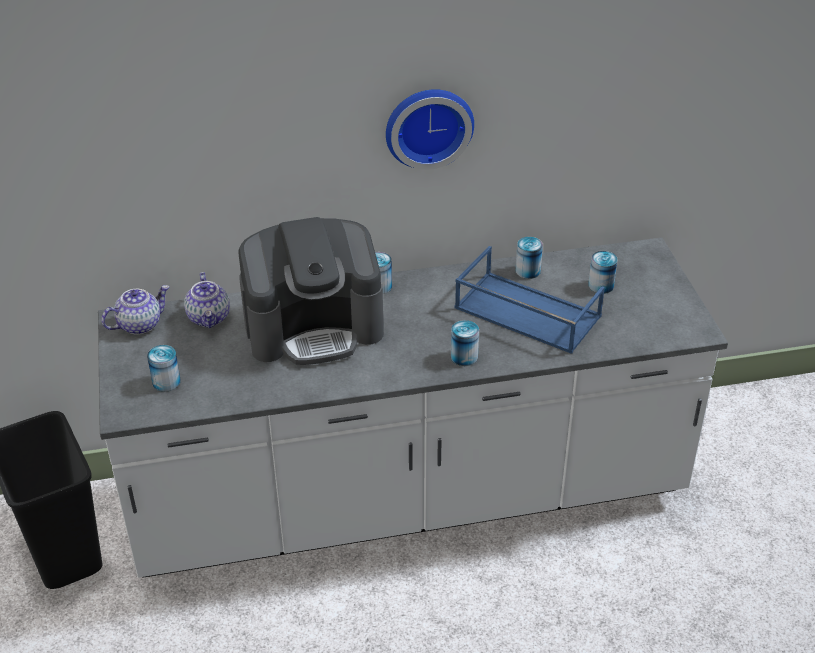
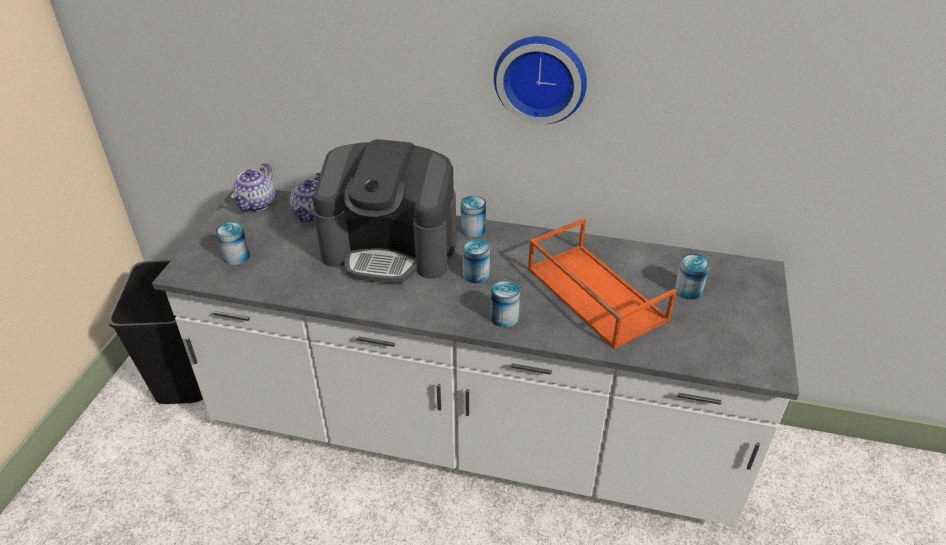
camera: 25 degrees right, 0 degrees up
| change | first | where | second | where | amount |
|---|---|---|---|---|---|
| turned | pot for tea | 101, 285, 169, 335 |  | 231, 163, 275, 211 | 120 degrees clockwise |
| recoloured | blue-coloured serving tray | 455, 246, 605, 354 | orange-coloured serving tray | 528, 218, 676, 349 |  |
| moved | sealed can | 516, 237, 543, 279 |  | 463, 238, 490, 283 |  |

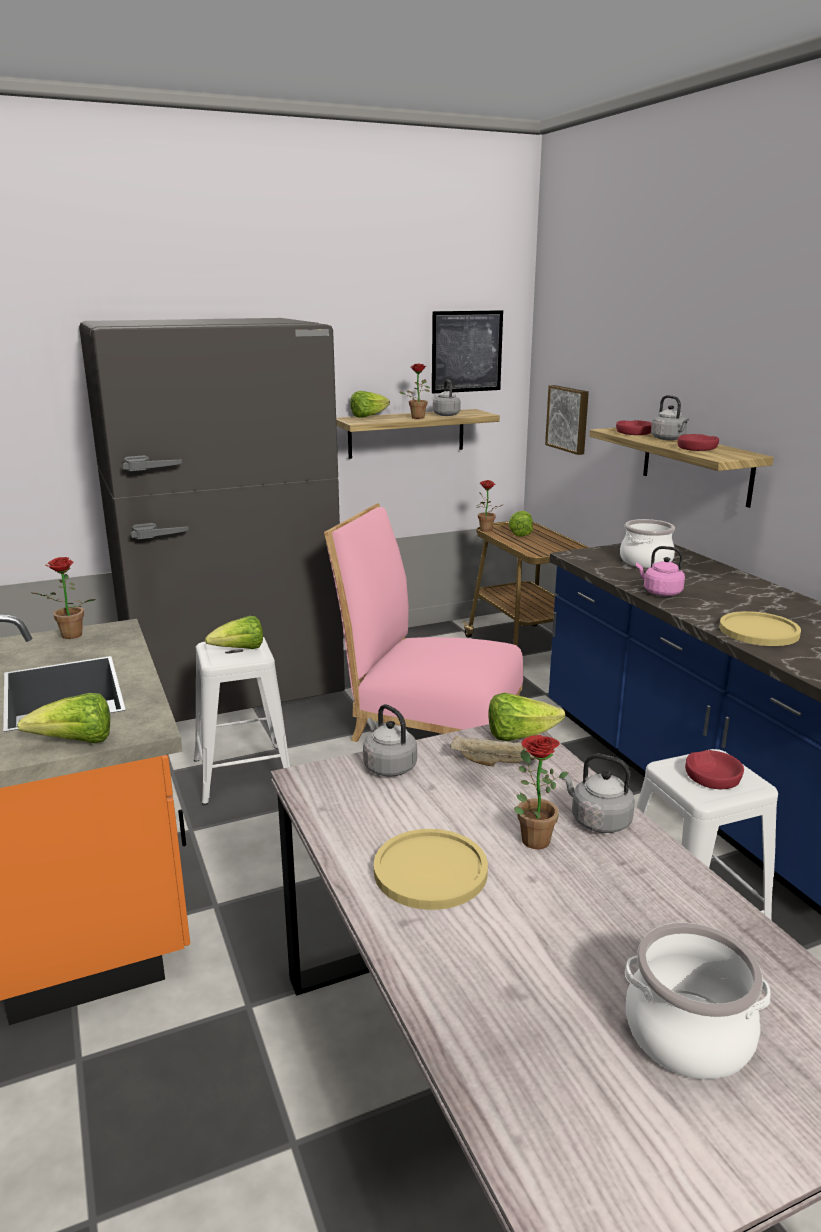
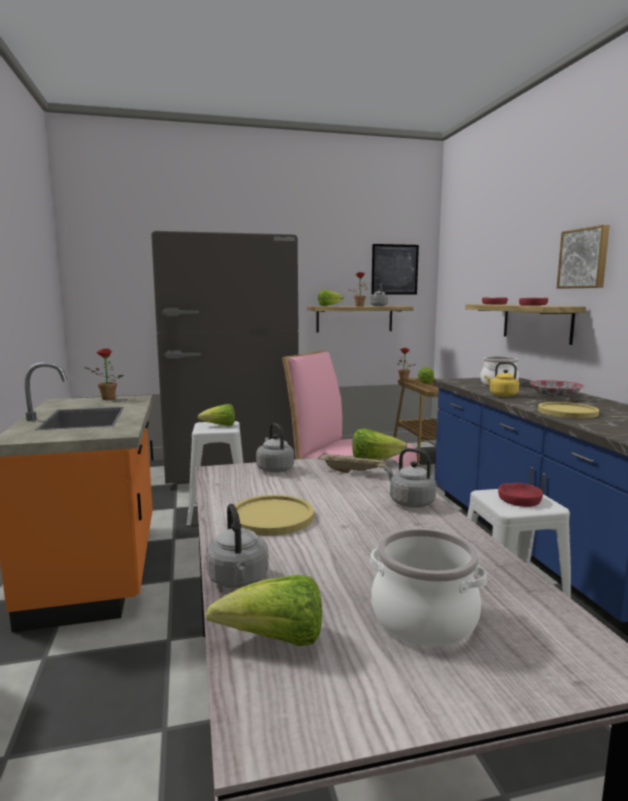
camera: 10 degrees right, 10 degrees down
| change | first | where | second | where | amount |
|---|---|---|---|---|---|
| moved | lettuce head | 17, 693, 110, 743 |  | 206, 575, 322, 646 |  |
| removed | plant in a pot | 514, 735, 568, 849 |  |  |  |
| moved | picture | 545, 385, 589, 455 |  | 557, 225, 610, 289 |  |
| recoloured | pink water kettle | 636, 546, 685, 596 | yellowish water kettle | 485, 362, 519, 397 |  |
| moved | gray water kettle | 651, 395, 689, 440 |  | 206, 504, 269, 588 |  |
| added |  |  | serving bowl | 529, 380, 584, 398 |  |

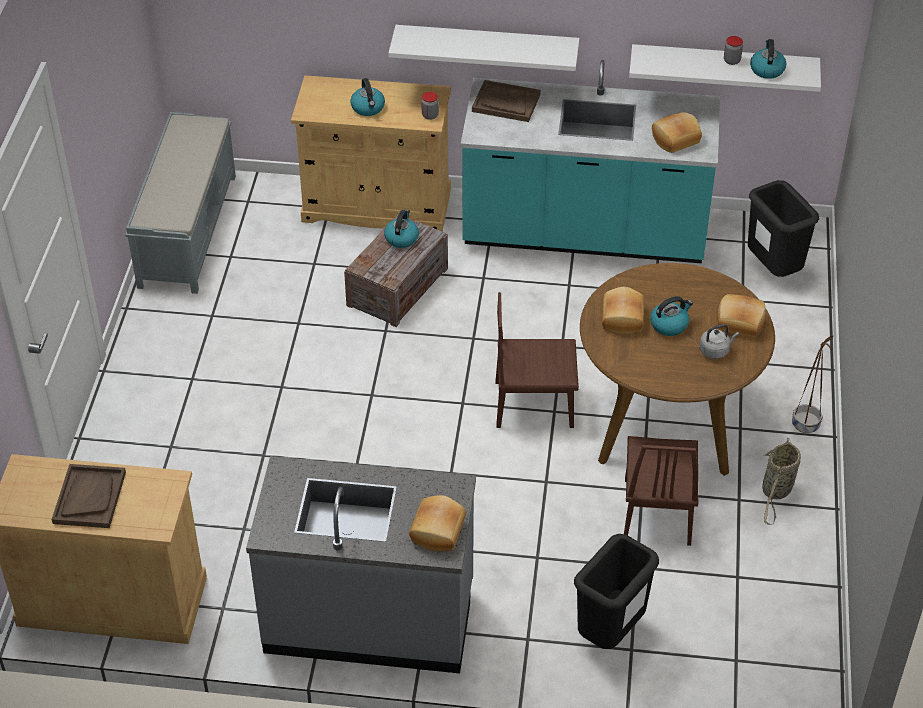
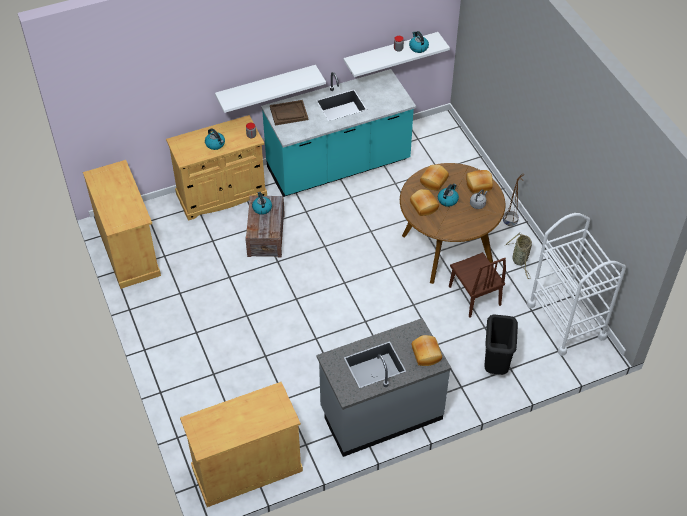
camera: 30 degrees left, 5 degrees up
| change | first | where | second | where | amount |
|---|---|---|---|---|---|
| removed | brown serving tray | 51, 464, 126, 528 |  |  |  |
| replaced | gray long seat | 125, 112, 236, 294 | sand-coloured cabinet | 83, 160, 161, 289 |  |
| removed | brown upright chair | 496, 292, 579, 428 |  |  |  |
| moved | bakery bread | 652, 112, 702, 153 |  | 420, 165, 449, 191 |  |
| removed | black-coloured rubbish bin | 748, 180, 819, 277 |  |  |  |
| added |  |  | whitish wheeled cart | 527, 213, 626, 356 |  |

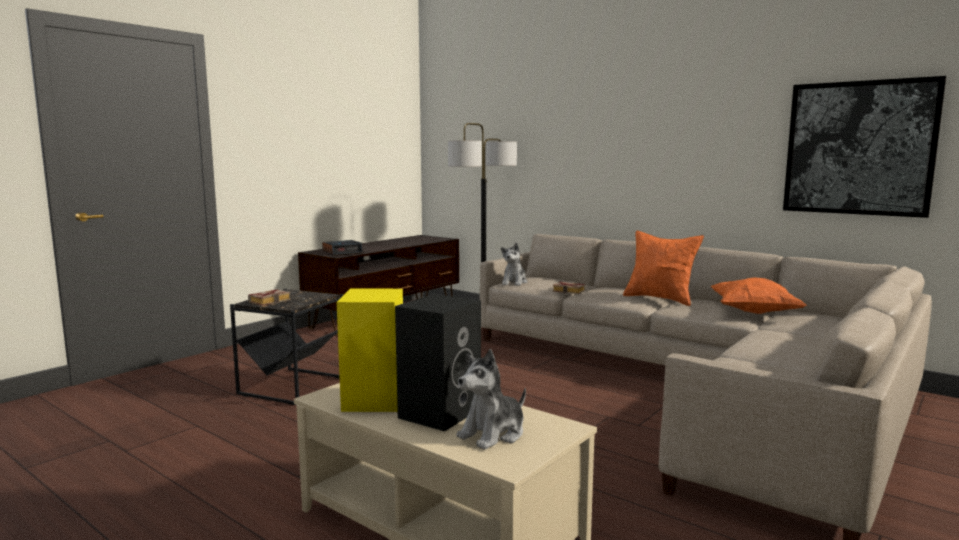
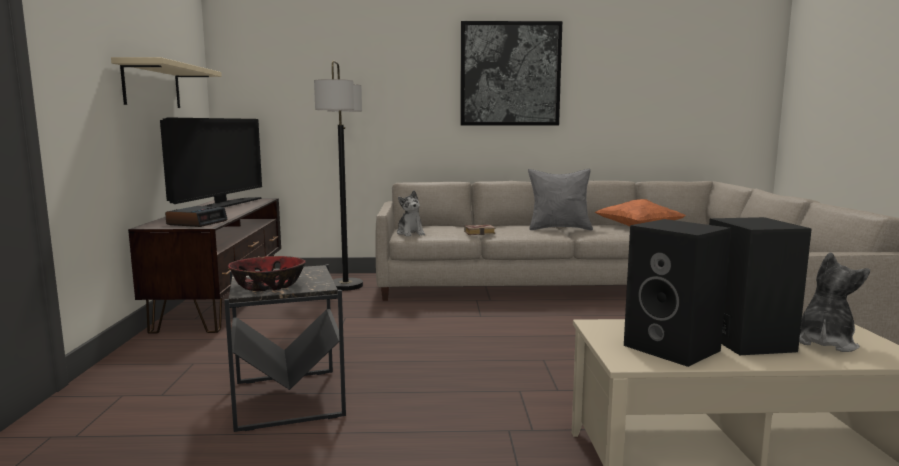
camera: 40 degrees left, 0 degrees up
| change | first | where | second | where | amount |
|---|---|---|---|---|---|
| replaced | volume | 248, 289, 291, 306 | serving bowl | 228, 256, 306, 292 |  |
| recoloured | yellowish speaker | 337, 289, 403, 412 | black-coloured speaker | 624, 219, 731, 367 |  |
| turned | soft toy | 456, 349, 526, 450 |  | 799, 252, 870, 352 | 150 degrees counterclockwise |
| recoloured | orange-coloured cushion | 623, 231, 704, 306 | gray cushion | 528, 168, 593, 231 |  |
| moved | picture | 783, 76, 946, 218 |  | 460, 21, 562, 125 |  |
| added |  |  | sand-coloured wall shelf | 111, 57, 222, 108 |  |
| added |  |  | television | 160, 117, 262, 207 |  |

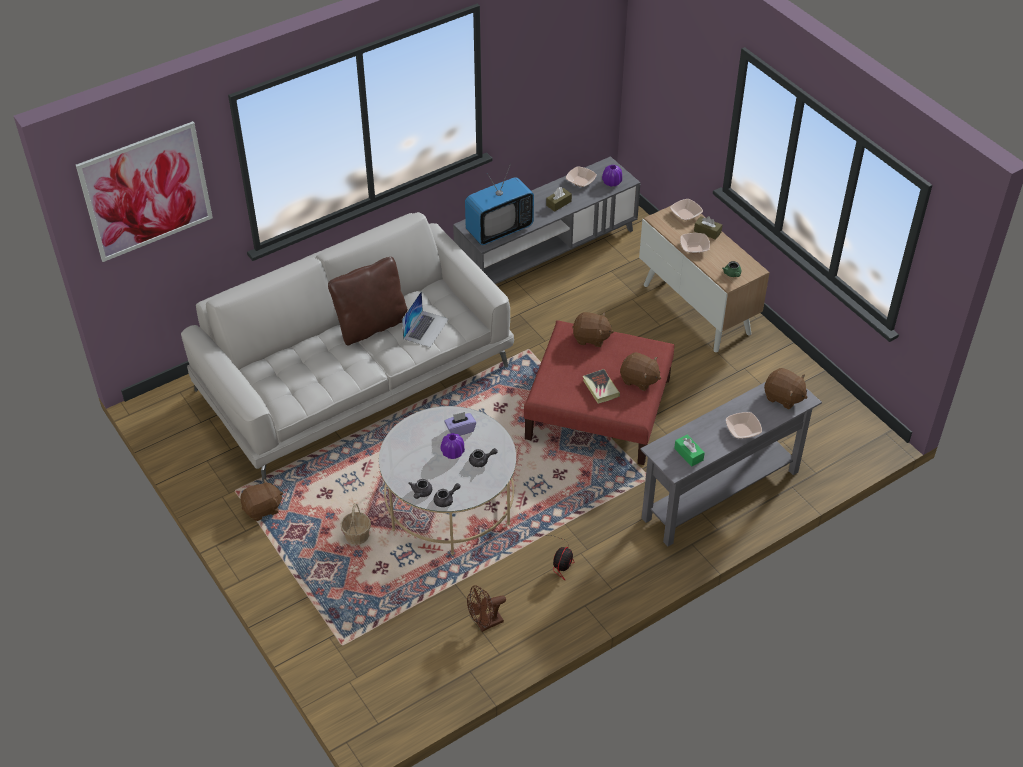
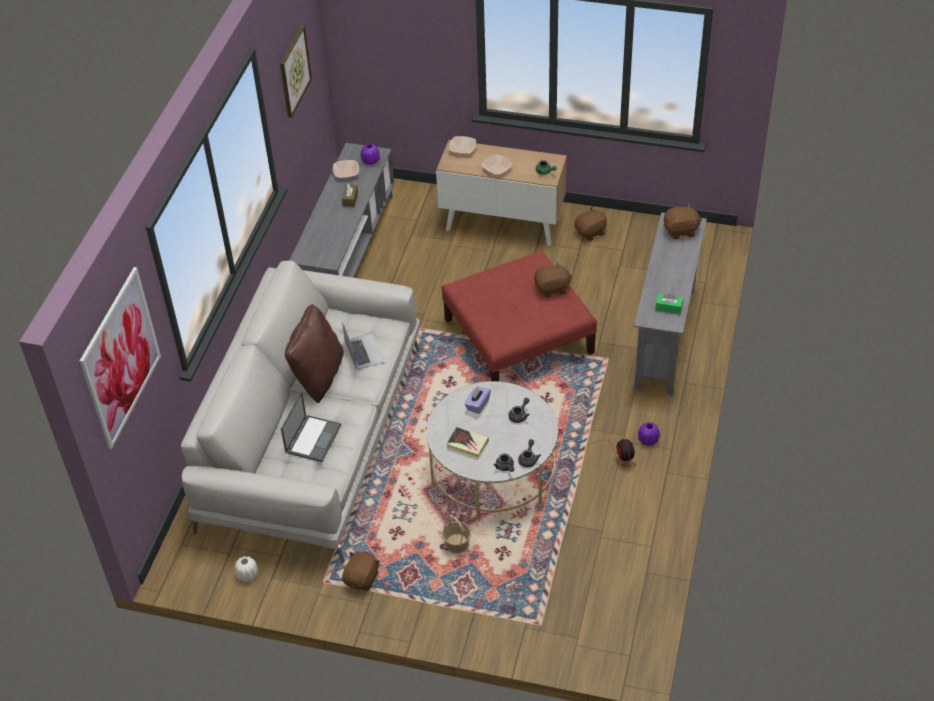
camera: 40 degrees left, 0 degrees up
| change | first | where | second | where | amount |
|---|---|---|---|---|---|
| moved | purplish flower vase | 440, 433, 465, 459 |  | 638, 422, 660, 446 |  |
| removed | television | 465, 163, 534, 245 |  |  |  |
| removed | brown electric fan | 467, 585, 506, 632 |  |  |  |
| moved | brown soft toy | 572, 312, 614, 347 |  | 574, 207, 607, 241 |  |
| moved | volume | 583, 369, 620, 404 |  | 446, 427, 489, 458 |  |
| removed | brown box of tissues | 694, 216, 722, 240 |  |  |  |
| removed | serving bowl | 726, 412, 762, 439 |  |  |  |
| added |  |  | whitish flower vase | 235, 556, 258, 582 |  |
| added |  |  | picture | 280, 25, 312, 118 |  |
| added |  |  | portable computer | 281, 392, 341, 462 |  |

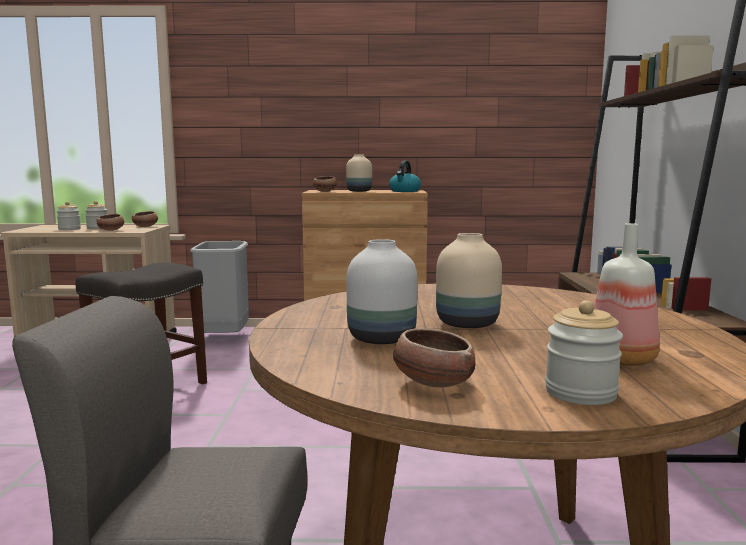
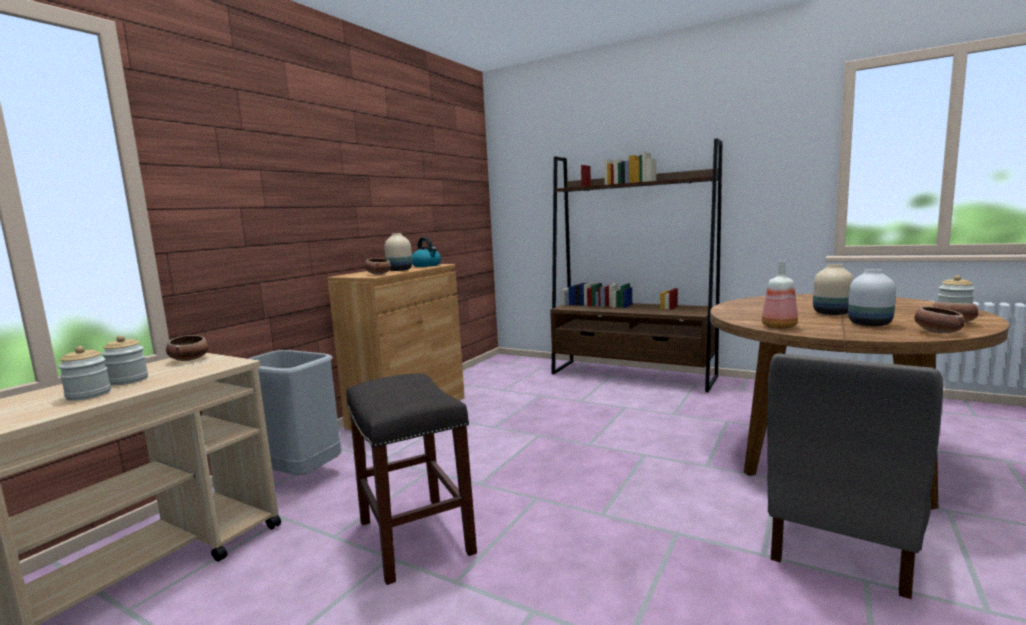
camera: 60 degrees left, 0 degrees up
| change | first | where | second | where | amount |
|---|---|---|---|---|---|
| moved | serving bowl | 96, 214, 124, 231 |  | 914, 307, 964, 334 |  |
| moved | drink bottle | 594, 223, 660, 366 |  | 762, 261, 798, 329 |  |

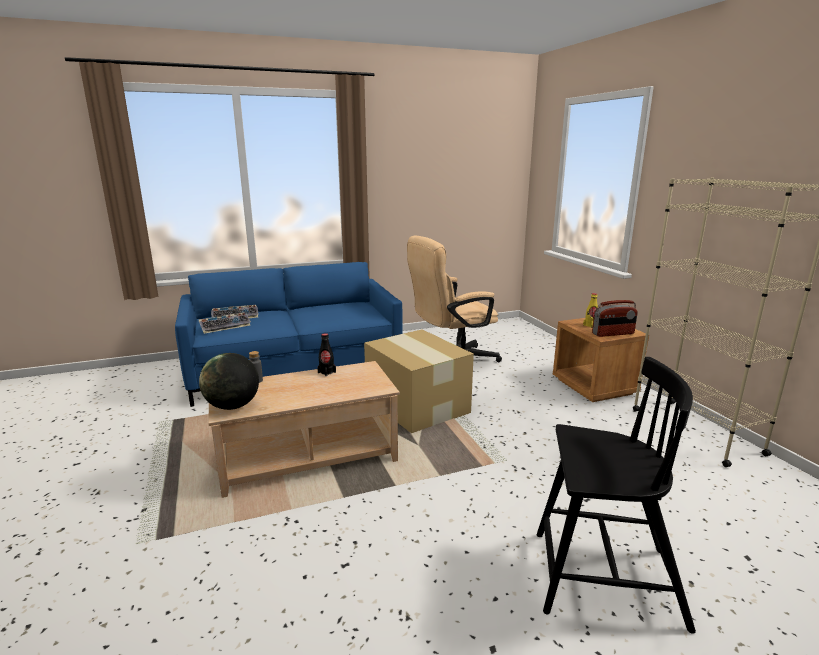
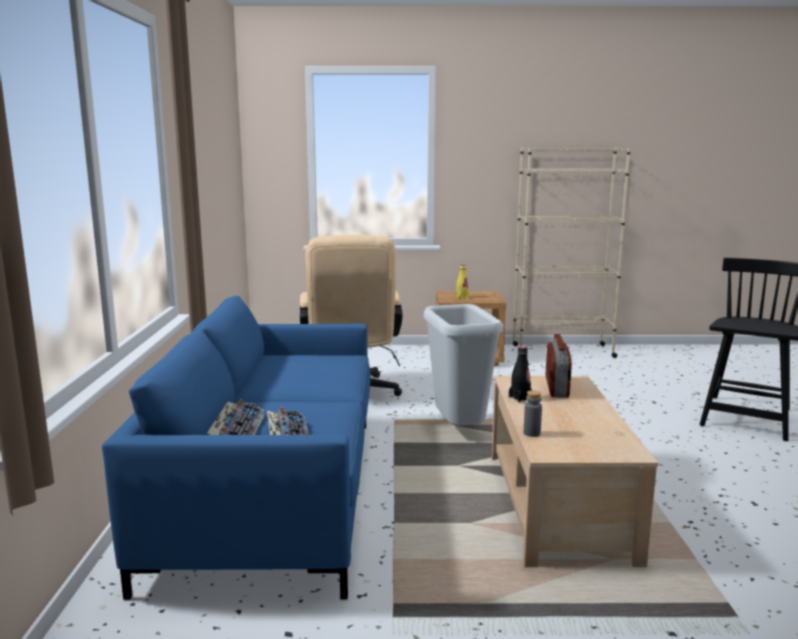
camera: 70 degrees left, 5 degrees down
| change | first | where | second | where | amount |
|---|---|---|---|---|---|
| removed | desk globe | 199, 353, 259, 410 |  |  |  |
| replaced | cardboard box | 364, 329, 474, 433 | gray rubbish bin | 424, 304, 503, 425 |  |
| moved | radio receiver | 592, 300, 638, 337 |  | 546, 334, 572, 398 |  |

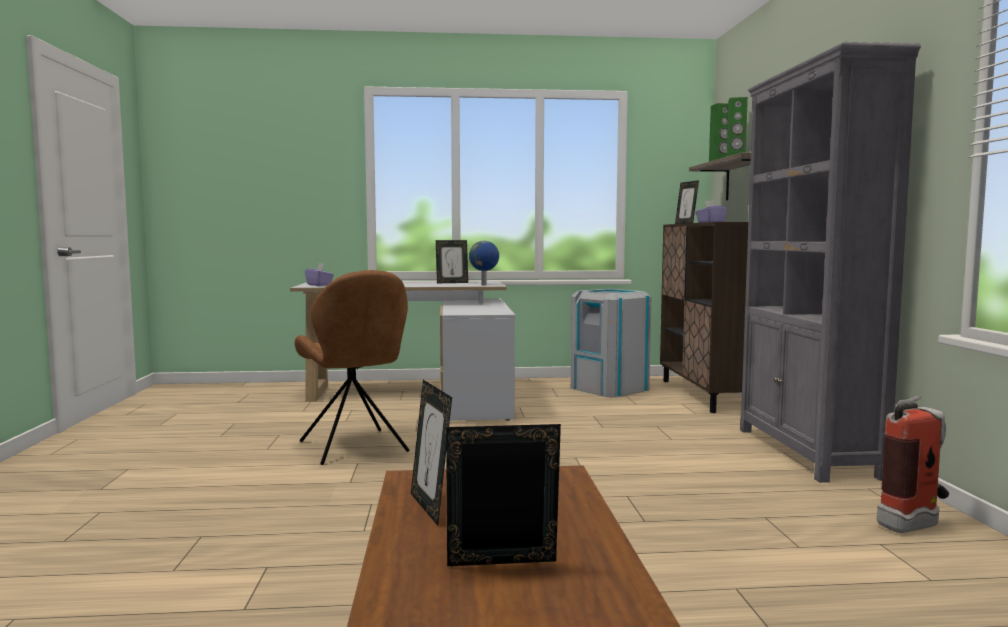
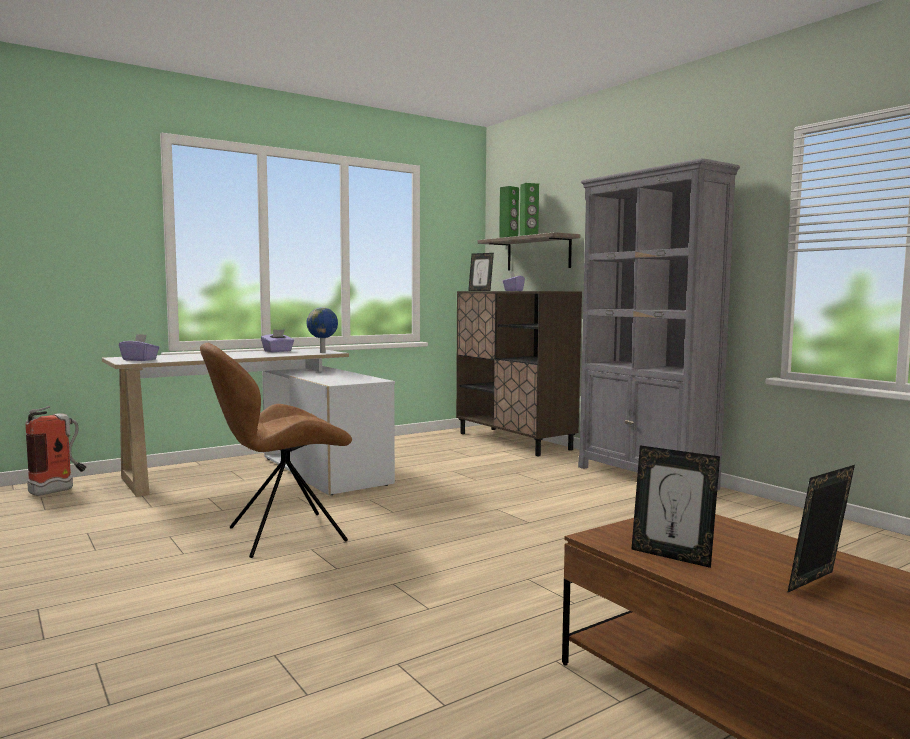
camera: 30 degrees left, 0 degrees up
| change | first | where | second | where | amount |
|---|---|---|---|---|---|
| turned | brown upright chair | 294, 270, 409, 465 |  | 200, 343, 352, 558 | 120 degrees clockwise |
| replaced | picture frame | 436, 240, 468, 283 | purplish box of tissues | 261, 329, 294, 352 |  |
| removed | gray rubbish bin | 571, 289, 651, 398 |  |  |  |
| moved | extinguisher | 877, 396, 949, 533 |  | 26, 406, 86, 496 |  |

